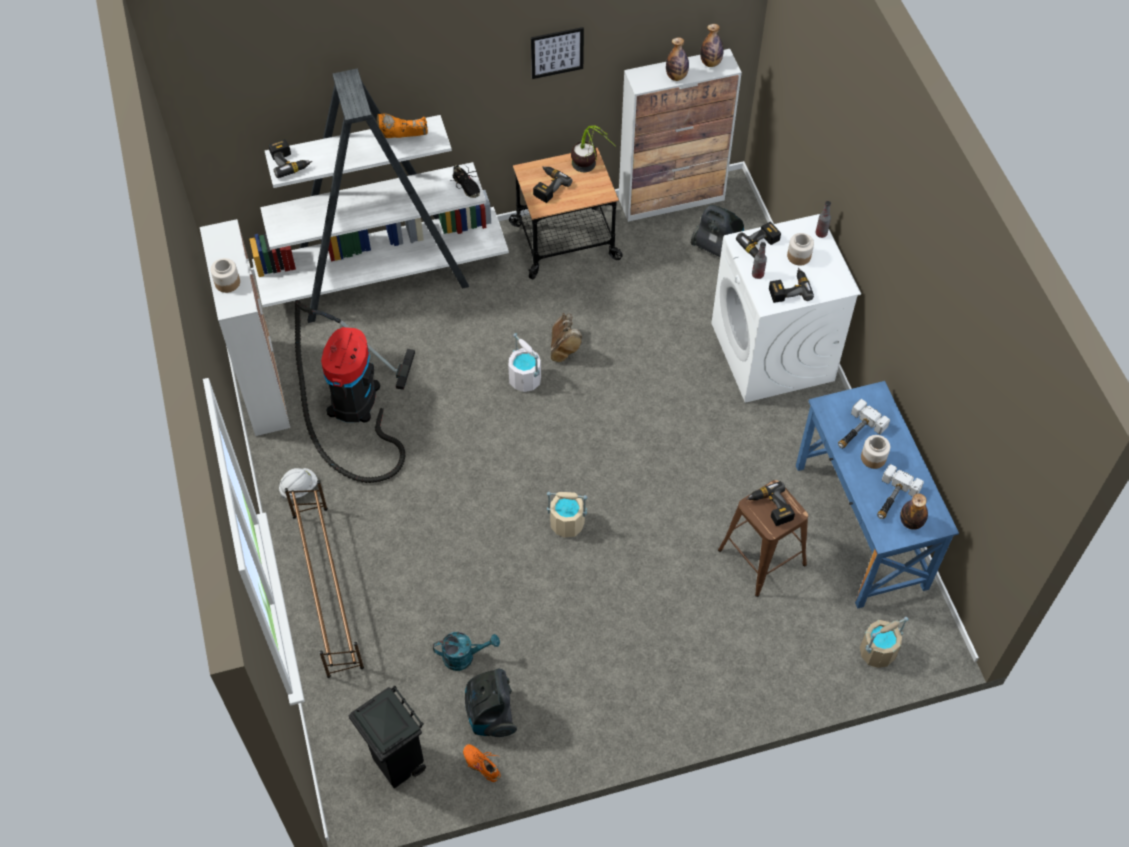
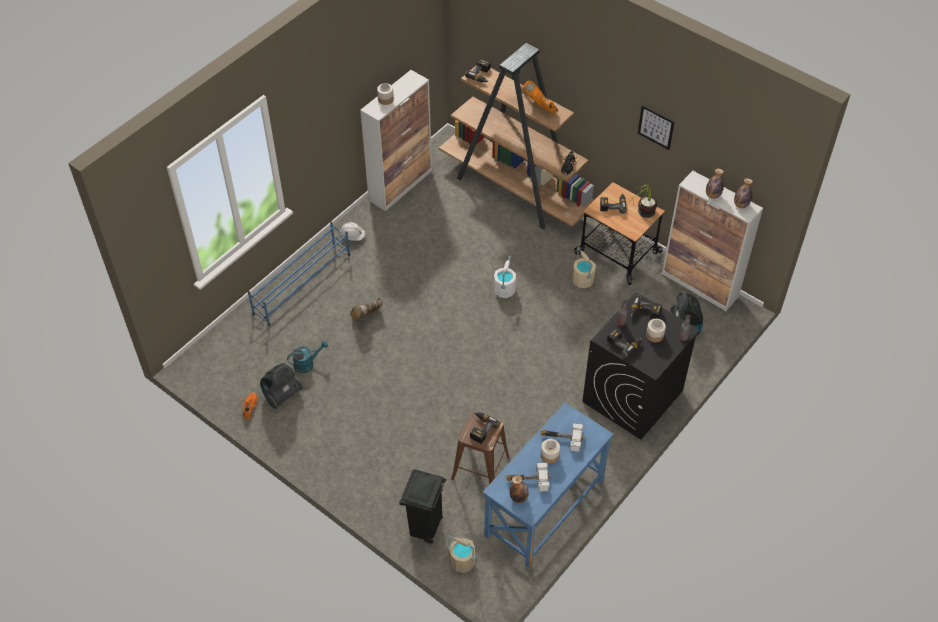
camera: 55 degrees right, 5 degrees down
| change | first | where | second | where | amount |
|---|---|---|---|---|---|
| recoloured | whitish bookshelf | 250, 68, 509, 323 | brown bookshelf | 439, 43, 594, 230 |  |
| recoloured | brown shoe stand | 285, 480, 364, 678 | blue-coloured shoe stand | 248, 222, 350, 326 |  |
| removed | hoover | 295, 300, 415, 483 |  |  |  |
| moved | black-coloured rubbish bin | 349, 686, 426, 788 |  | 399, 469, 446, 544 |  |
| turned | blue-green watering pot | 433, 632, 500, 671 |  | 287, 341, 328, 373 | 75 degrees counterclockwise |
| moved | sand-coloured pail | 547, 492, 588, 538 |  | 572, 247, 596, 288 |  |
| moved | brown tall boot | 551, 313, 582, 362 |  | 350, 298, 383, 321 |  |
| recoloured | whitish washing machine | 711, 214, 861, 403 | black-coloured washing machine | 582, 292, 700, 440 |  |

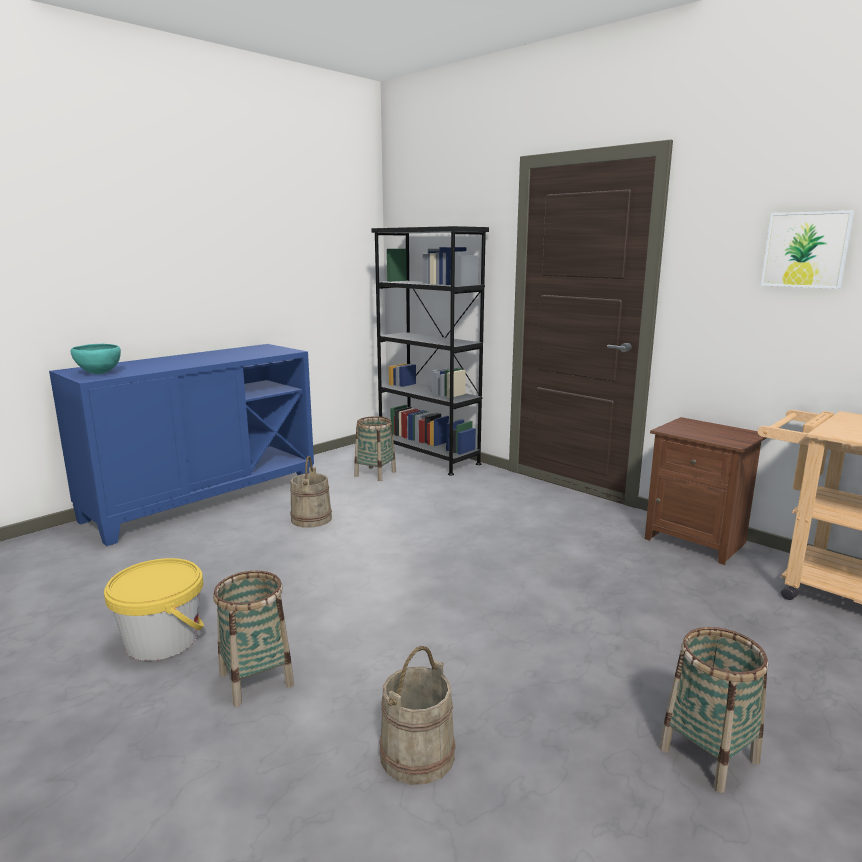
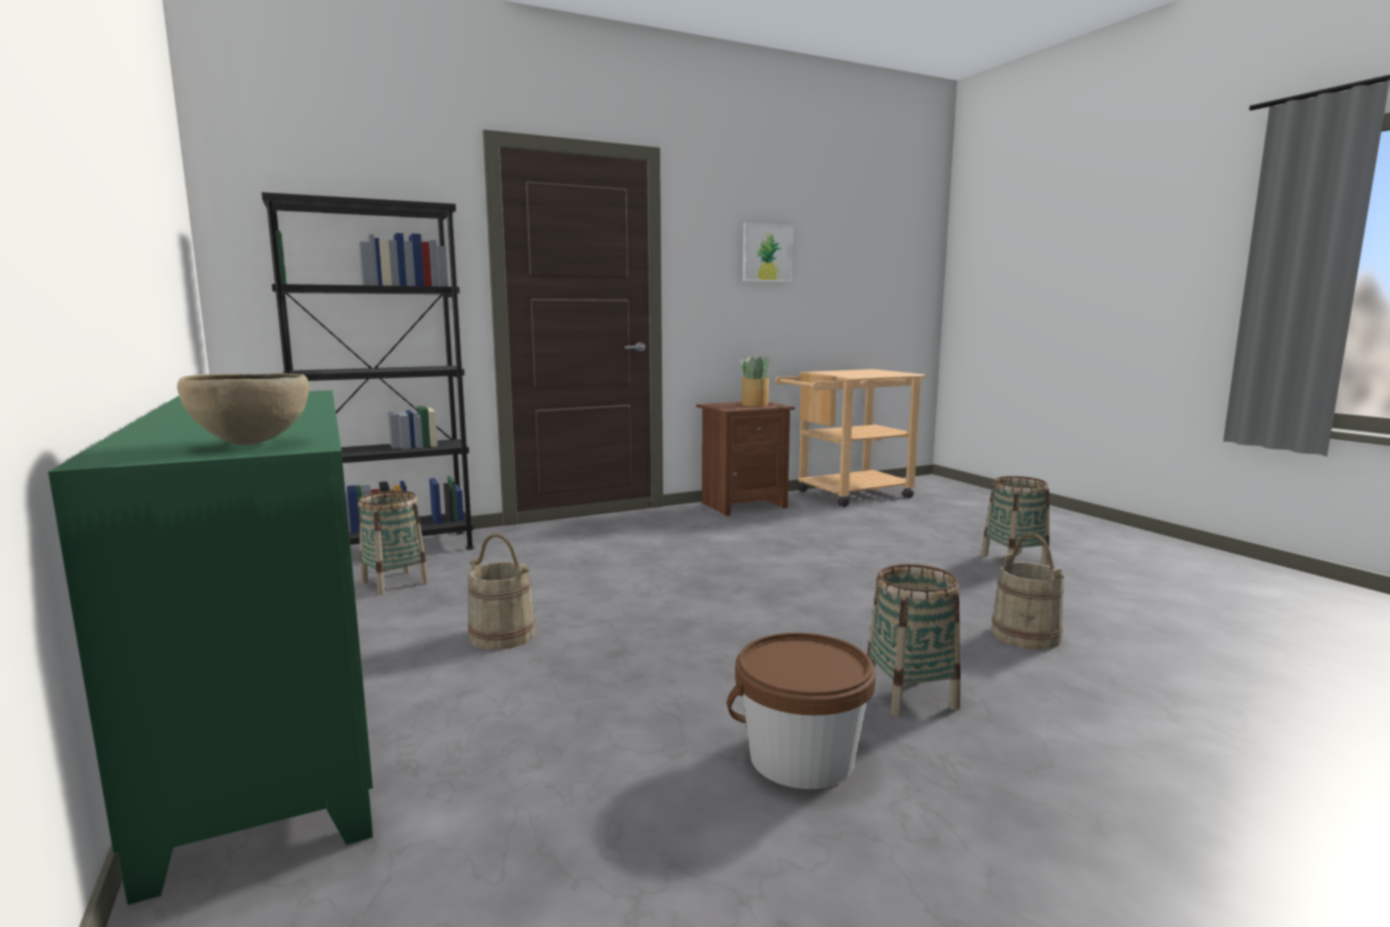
camera: 70 degrees left, 5 degrees down
| change | first | where | second | where | amount |
|---|---|---|---|---|---|
| recoloured | blue-coloured cabinet | 49, 344, 314, 546 | green cabinet | 48, 390, 373, 905 |  |
| recoloured | blue-green serving bowl | 71, 344, 121, 374 | brown serving bowl | 177, 373, 309, 446 |  |
| recoloured | yellowish pail | 104, 558, 204, 661 | brown pail | 727, 633, 876, 789 |  |
| added |  |  | plant in a pot | 740, 356, 769, 407 |  |

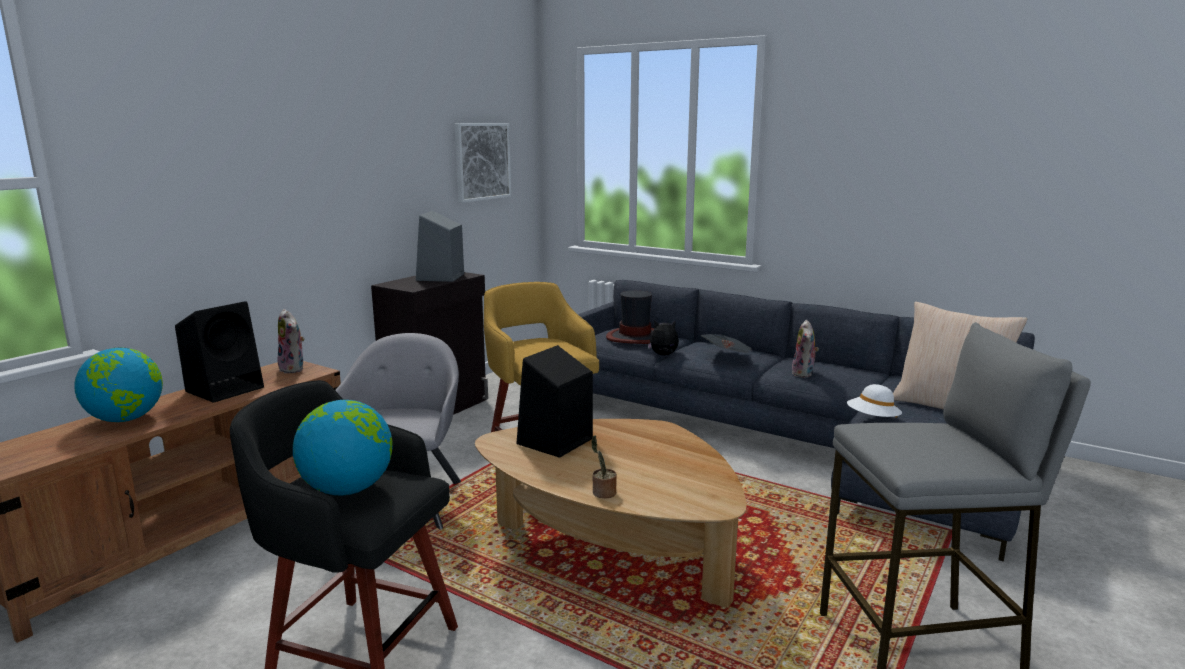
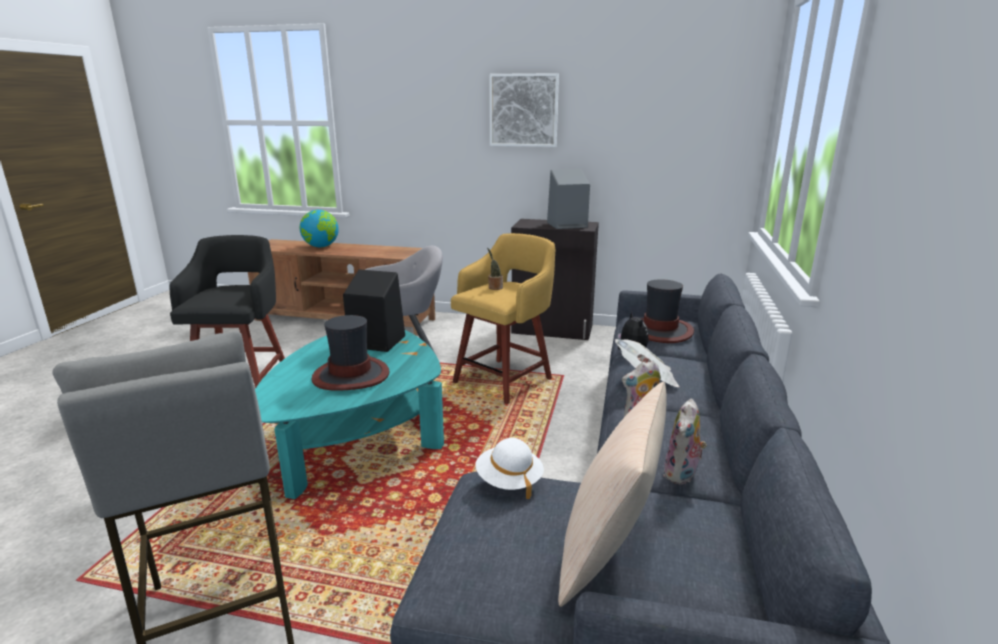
camera: 70 degrees right, 5 degrees up
| change | first | where | second | where | amount |
|---|---|---|---|---|---|
| removed | black-coloured speaker | 175, 301, 264, 403 |  |  |  |
| moved | soft toy | 278, 309, 305, 373 |  | 664, 398, 707, 485 |  |
| removed | desk globe | 293, 400, 393, 496 |  |  |  |
| moved | picture | 455, 123, 511, 203 |  | 489, 73, 559, 147 |  |
| recoloured | brown low table | 475, 419, 747, 608 | blue-green low table | 255, 330, 444, 499 |  |
| moved | plant in a pot | 591, 436, 617, 498 |  | 487, 248, 503, 290 |  |
| added |  |  | wearable hat | 312, 315, 390, 391 |  |

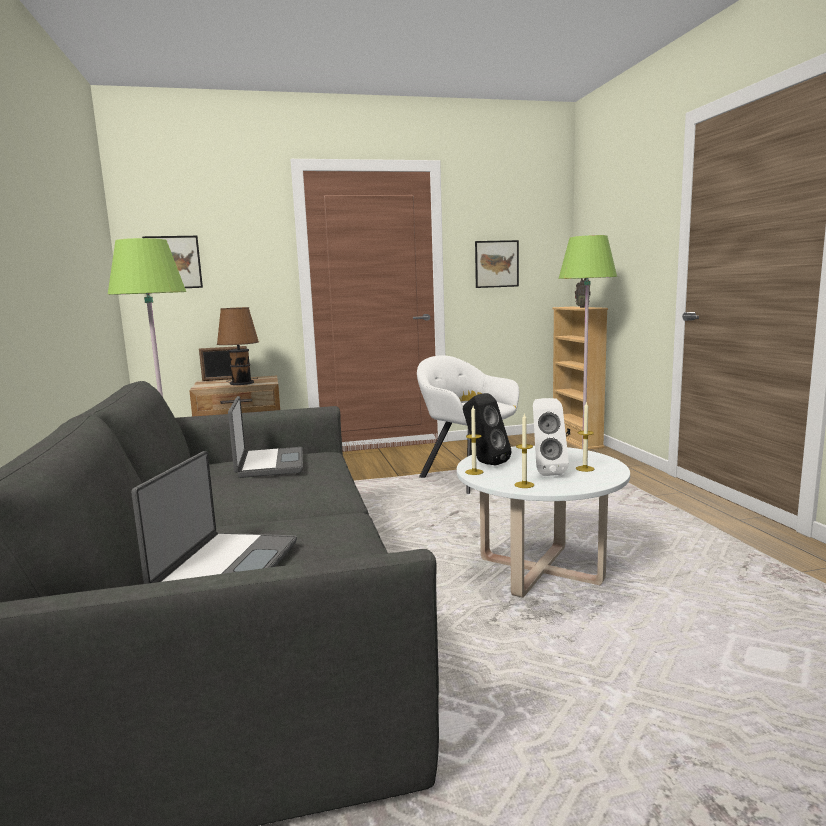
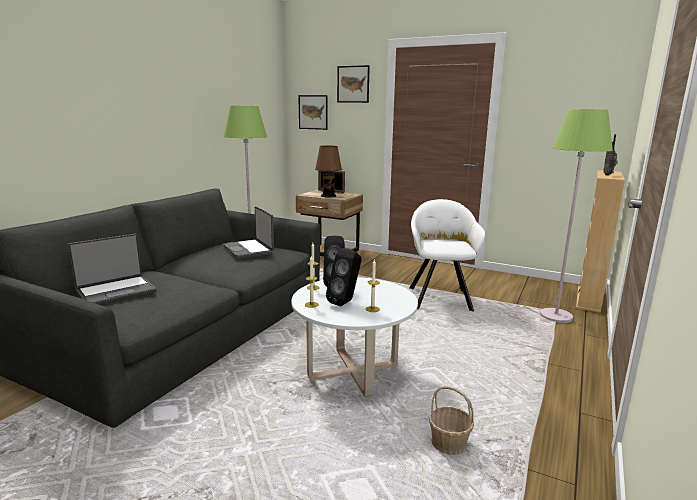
camera: 40 degrees right, 5 degrees up
| change | first | where | second | where | amount |
|---|---|---|---|---|---|
| turned | portable computer | 228, 396, 303, 478 |  | 223, 206, 274, 259 | 120 degrees clockwise |
| moved | picture | 475, 240, 519, 288 |  | 337, 65, 370, 103 |  |
| recoloured | whitish speaker | 533, 398, 569, 476 | black-coloured speaker | 326, 248, 362, 306 |  |
| added |  |  | basket | 428, 386, 474, 455 |  |

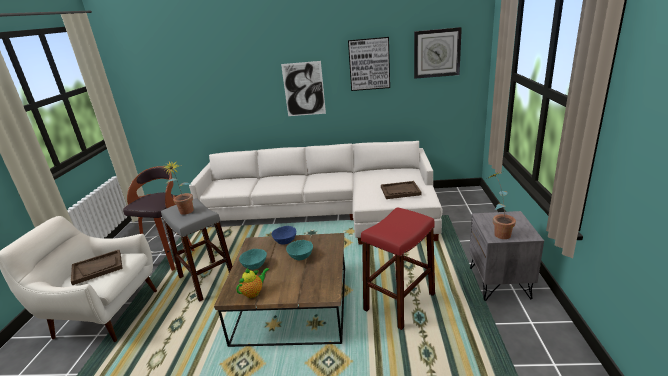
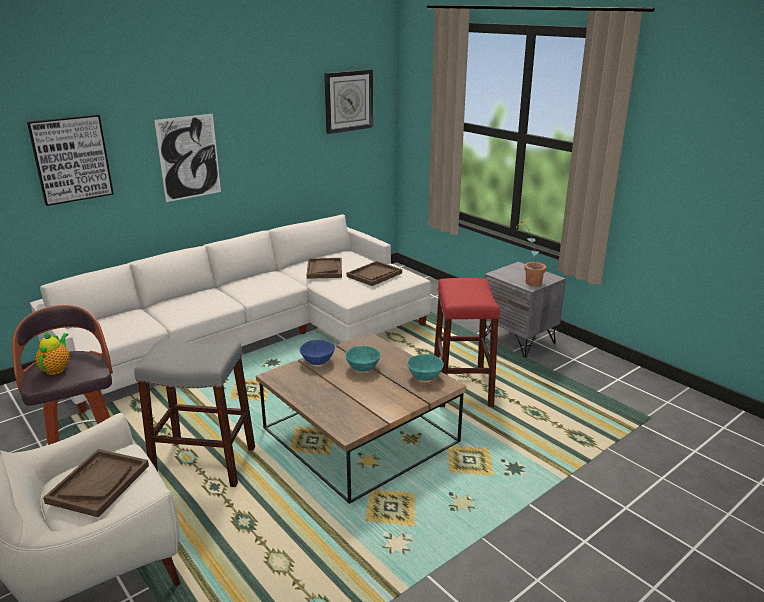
camera: 45 degrees left, 0 degrees up
| change | first | where | second | where | amount |
|---|---|---|---|---|---|
| removed | plant in a pot | 164, 162, 194, 215 |  |  |  |
| moved | pot for tea | 236, 268, 269, 298 |  | 36, 332, 70, 375 |  |
| moved | blue-green serving bowl | 239, 249, 267, 270 |  | 407, 354, 444, 381 |  |
| moved | picture | 348, 37, 390, 91 |  | 27, 114, 114, 206 |  |
| added |  |  | brown serving tray | 307, 258, 342, 279 |  |

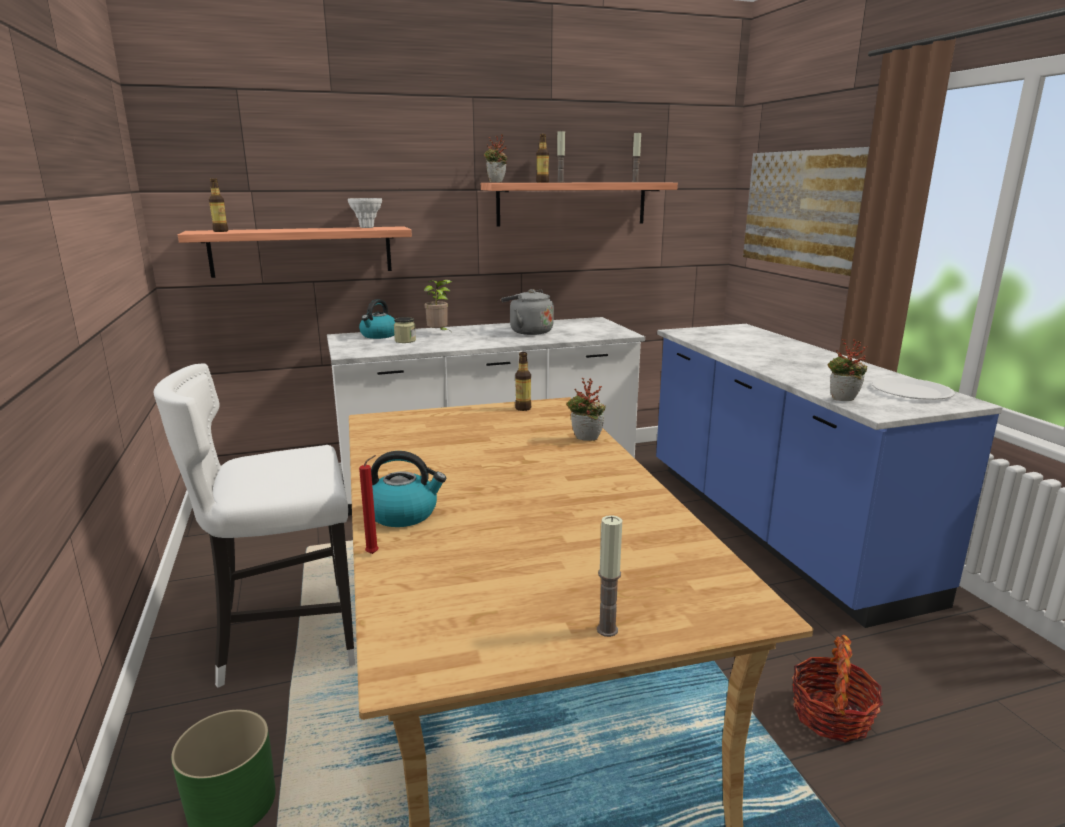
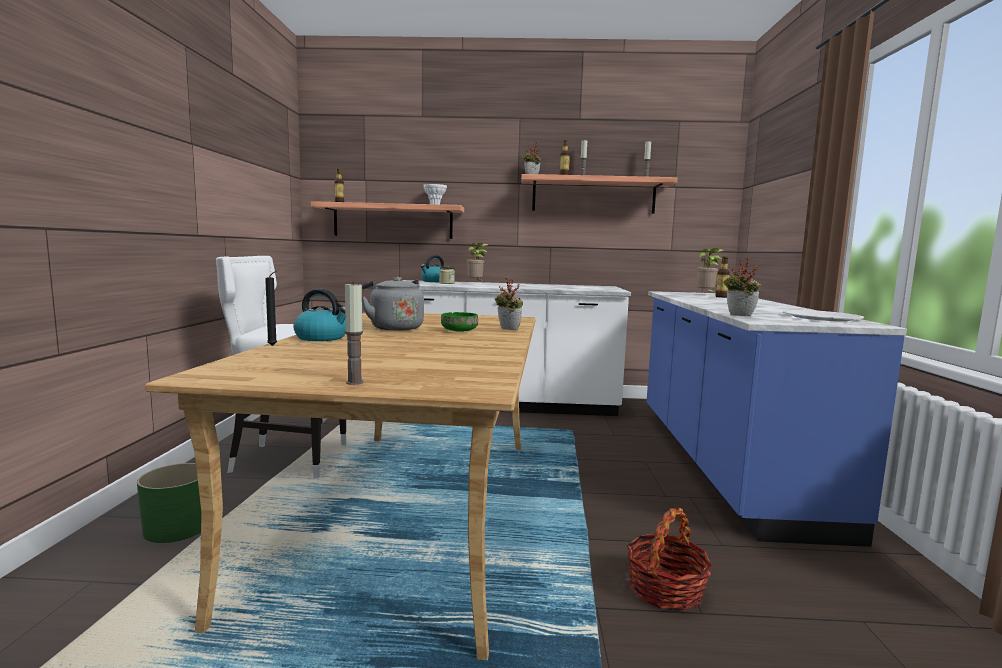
camera: 20 degrees right, 10 degrees down
| change | first | where | second | where | amount |
|---|---|---|---|---|---|
| recoloured | red-coloured wax light | 359, 455, 379, 554 | black-coloured wax light | 265, 270, 278, 346 |  |
| moved | gray water kettle | 501, 289, 554, 335 |  | 362, 277, 424, 331 |  |
| moved | drink bottle | 515, 352, 531, 411 |  | 716, 256, 730, 298 |  |
| removed | picture | 743, 147, 869, 276 |  |  |  |
| added |  |  | green serving bowl | 441, 312, 478, 332 |  |
| added |  |  | plant in a pot | 697, 248, 725, 292 |  |

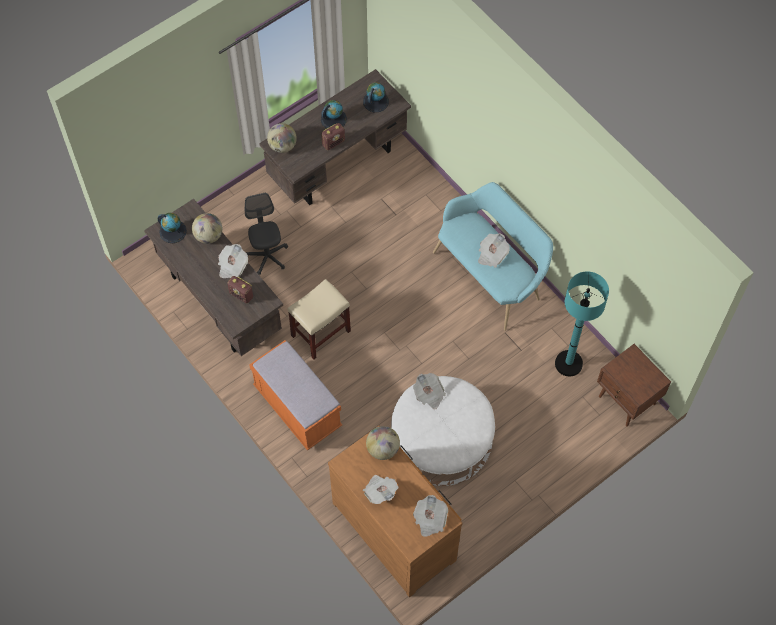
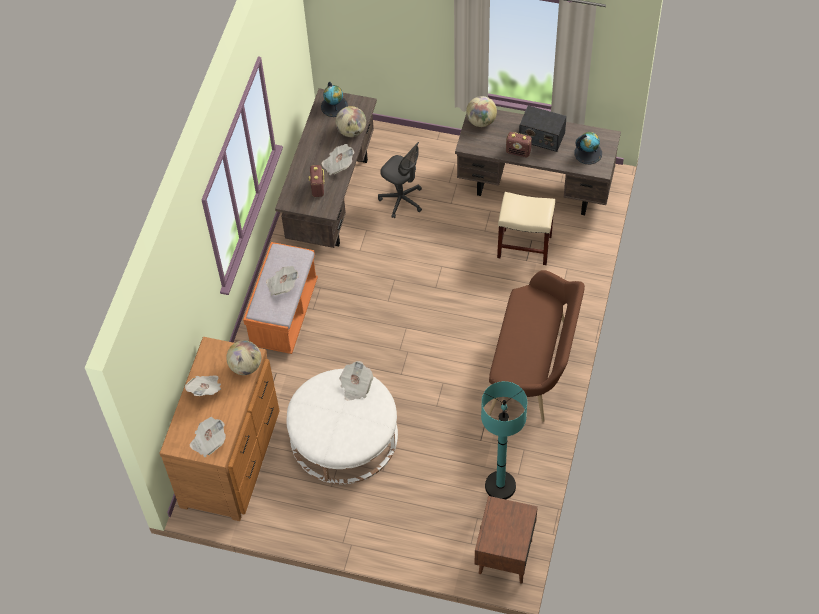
camera: 55 degrees right, 5 degrees down
| change | first | where | second | where | amount |
|---|---|---|---|---|---|
| turned | gray office chair | 245, 193, 288, 275 |  | 378, 142, 422, 218 | 90 degrees clockwise |
| moved | sand-coloured sitting stool | 288, 279, 351, 360 |  | 497, 192, 555, 265 |  |
| replaced | desk globe | 321, 100, 347, 128 | radio receiver | 519, 105, 567, 152 |  |
| recoloured | blue-green long seat | 433, 182, 553, 331 | brown long seat | 488, 270, 585, 422 |  |
| moved | printed paper | 478, 234, 510, 267 |  | 266, 266, 299, 296 |  |

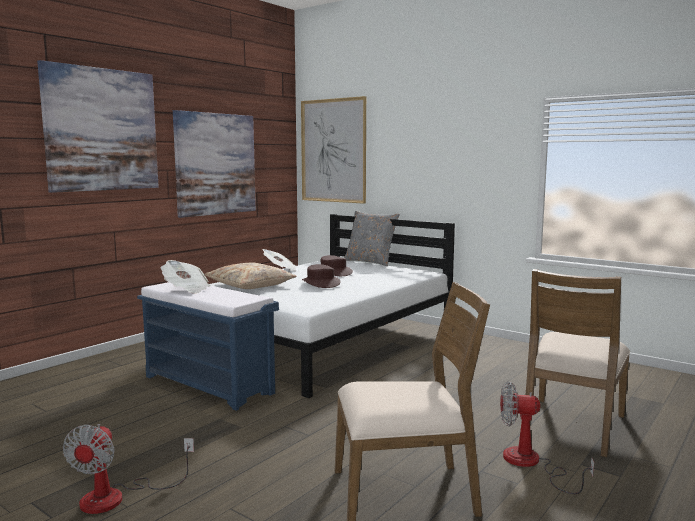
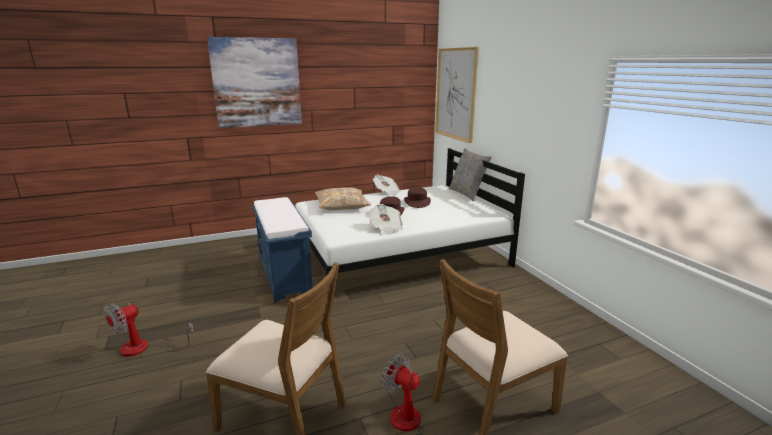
camera: 30 degrees right, 10 degrees up
| change | first | where | second | where | amount |
|---|---|---|---|---|---|
| moved | printed paper | 160, 260, 211, 294 |  | 369, 204, 403, 235 |  |
| removed | picture | 173, 110, 256, 218 |  |  |  |

